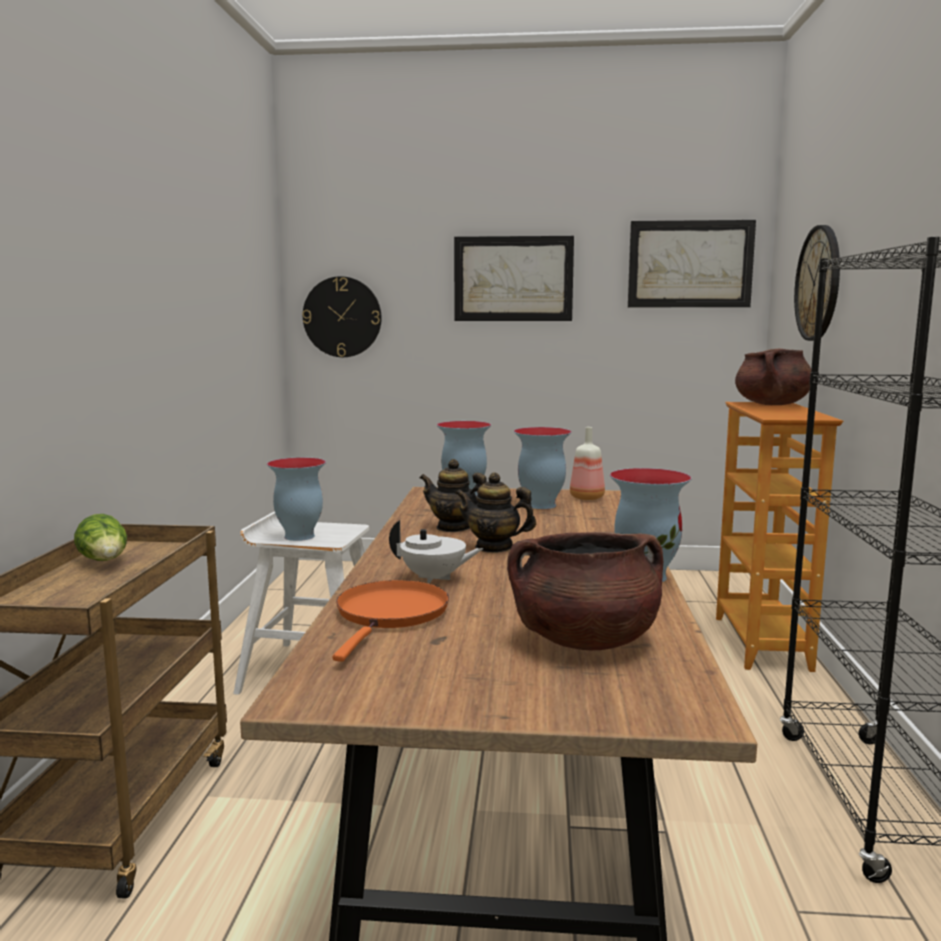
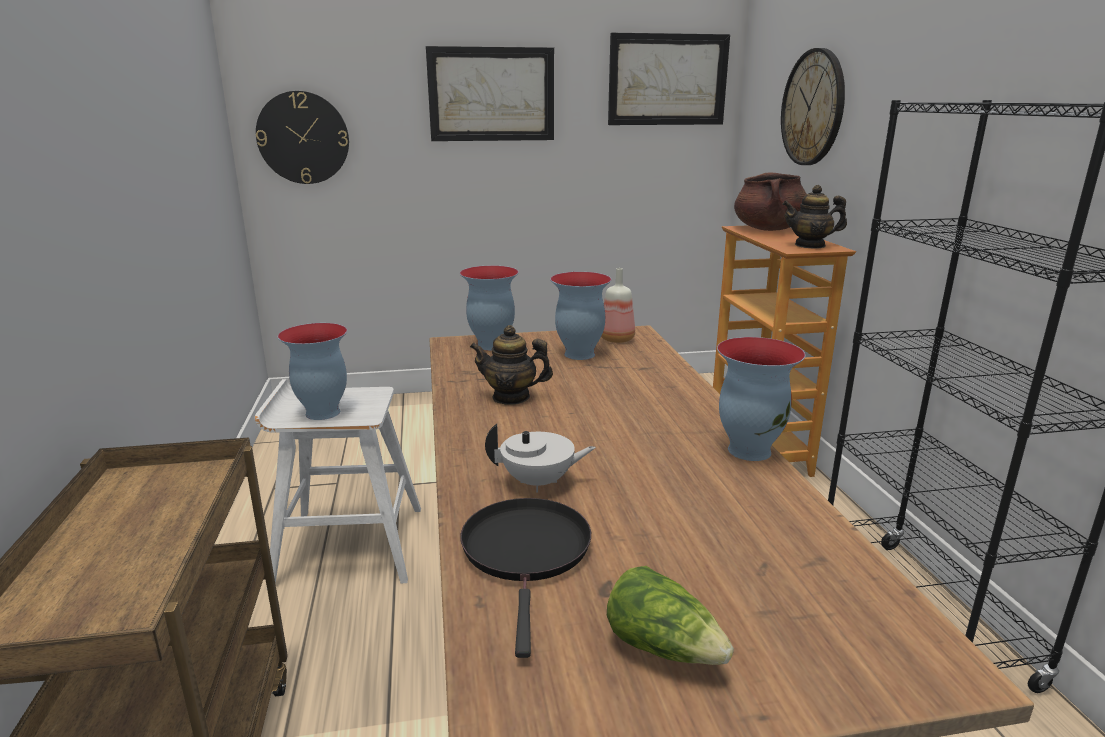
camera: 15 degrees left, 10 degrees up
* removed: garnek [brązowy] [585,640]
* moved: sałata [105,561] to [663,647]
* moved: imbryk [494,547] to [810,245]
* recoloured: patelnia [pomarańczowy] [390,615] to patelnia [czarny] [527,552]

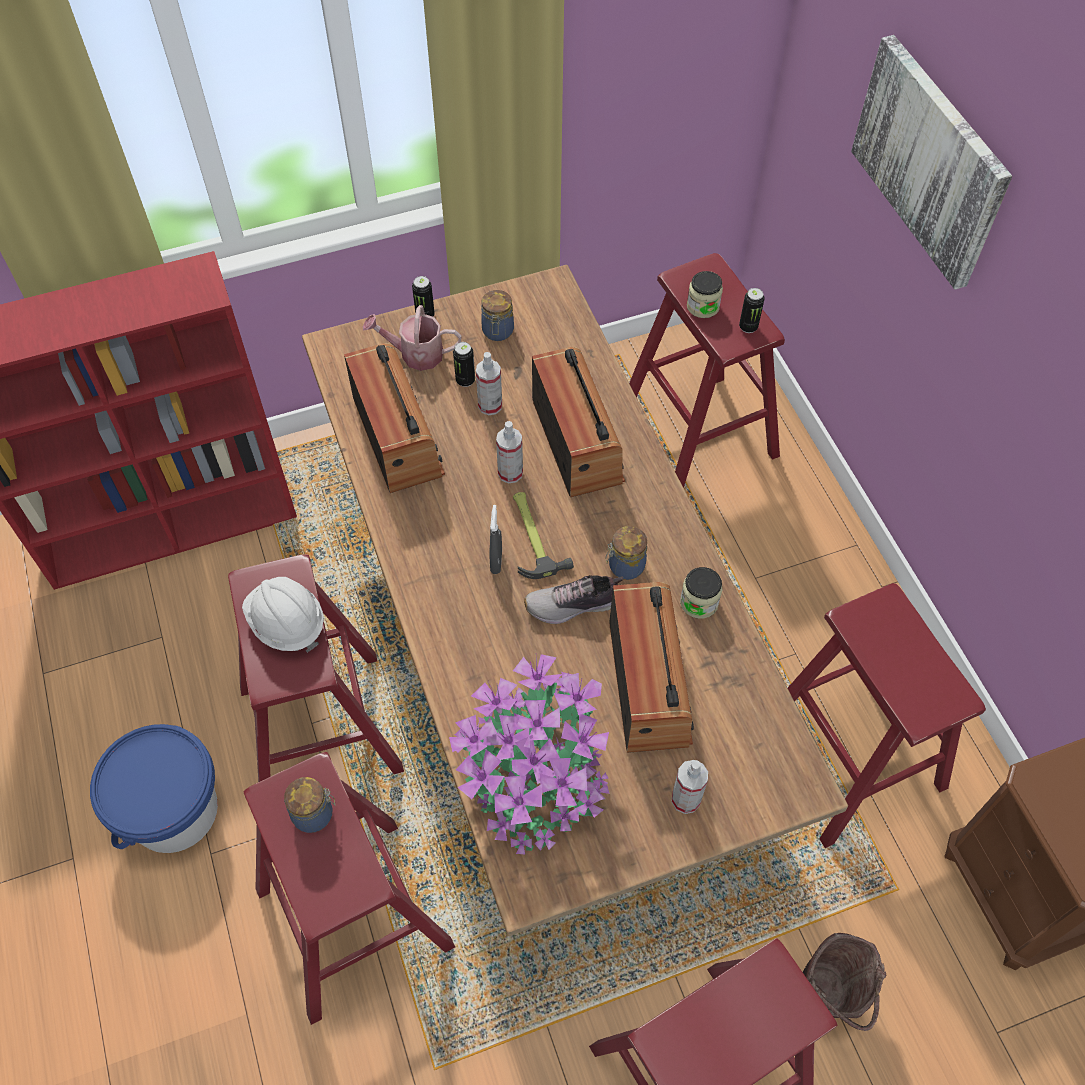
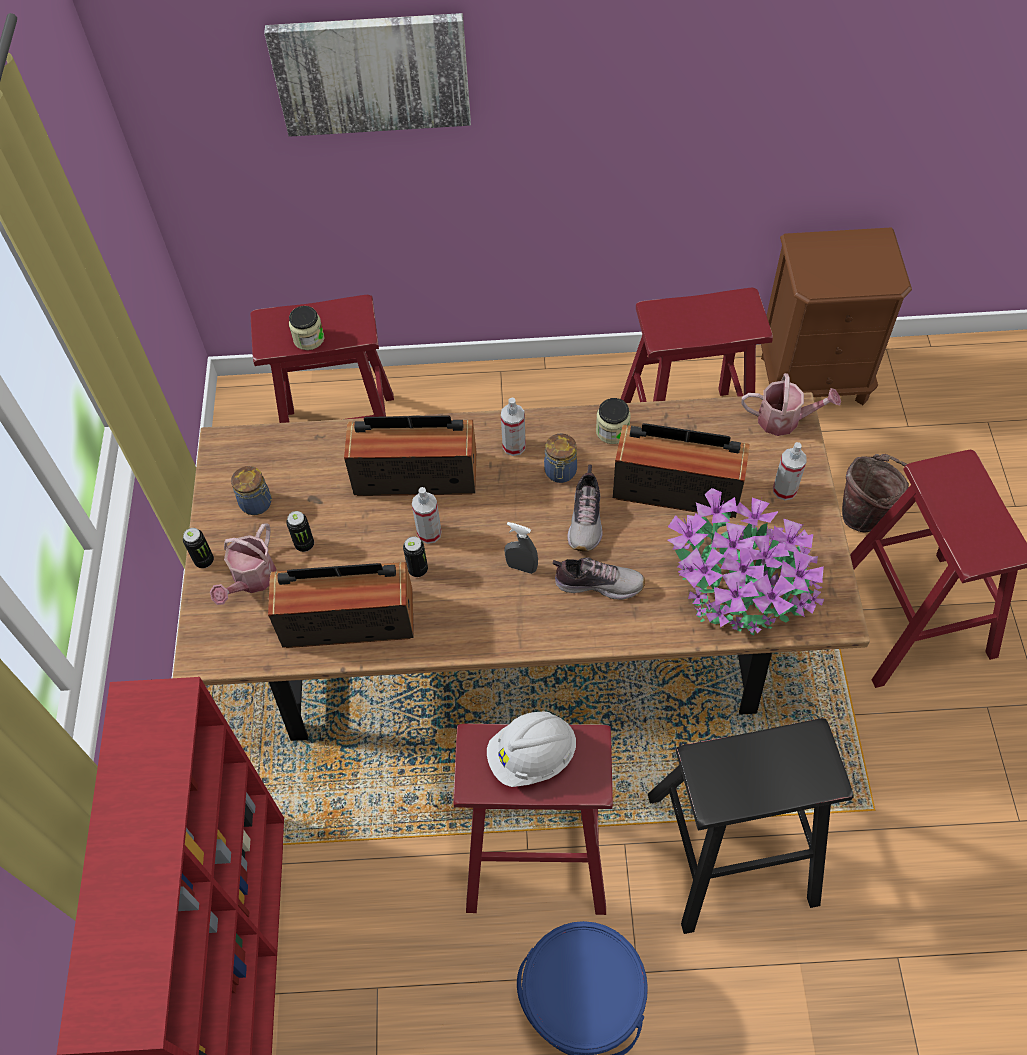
camera: 70 degrees left, 0 degrees up
* removed: słoik [315,814]
* removed: młotek [533,536]
* added: but [598,583]
* added: konewka [784,420]
* moved: spryskiwacz [490,405] to [514,446]
* moved: puszka [748,327] to [418,569]
* recoloured: stołek [czerwony] [354,917] to stołek [czarny] [731,849]

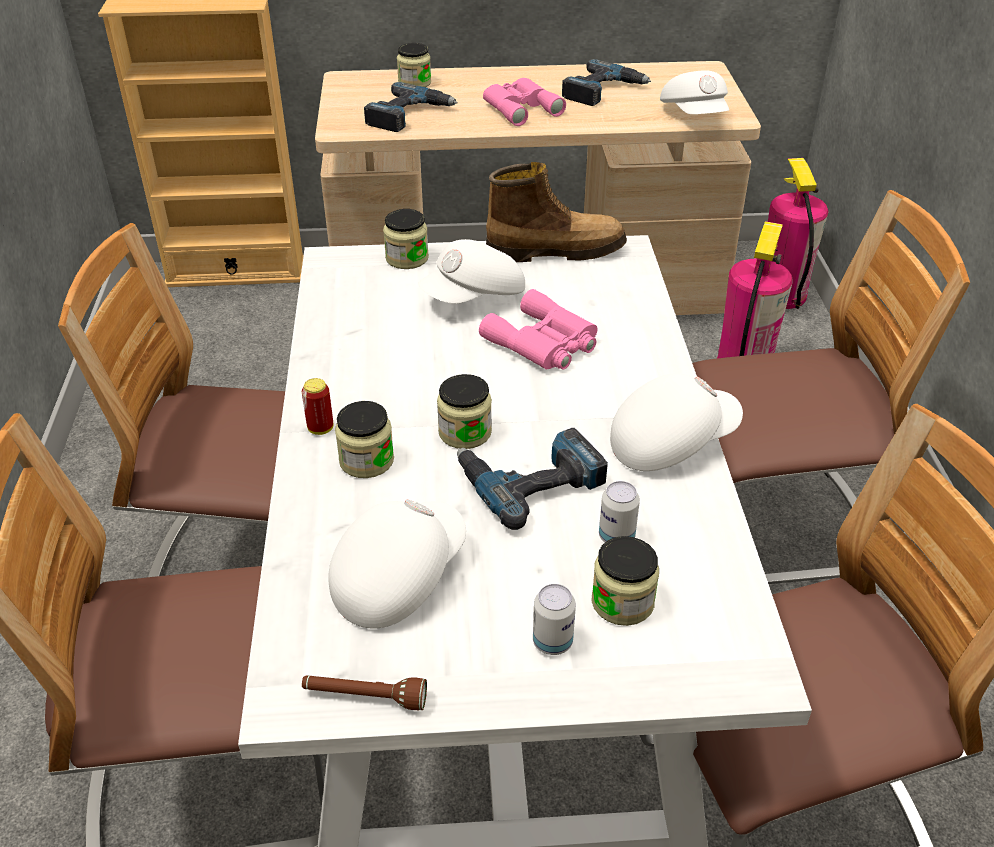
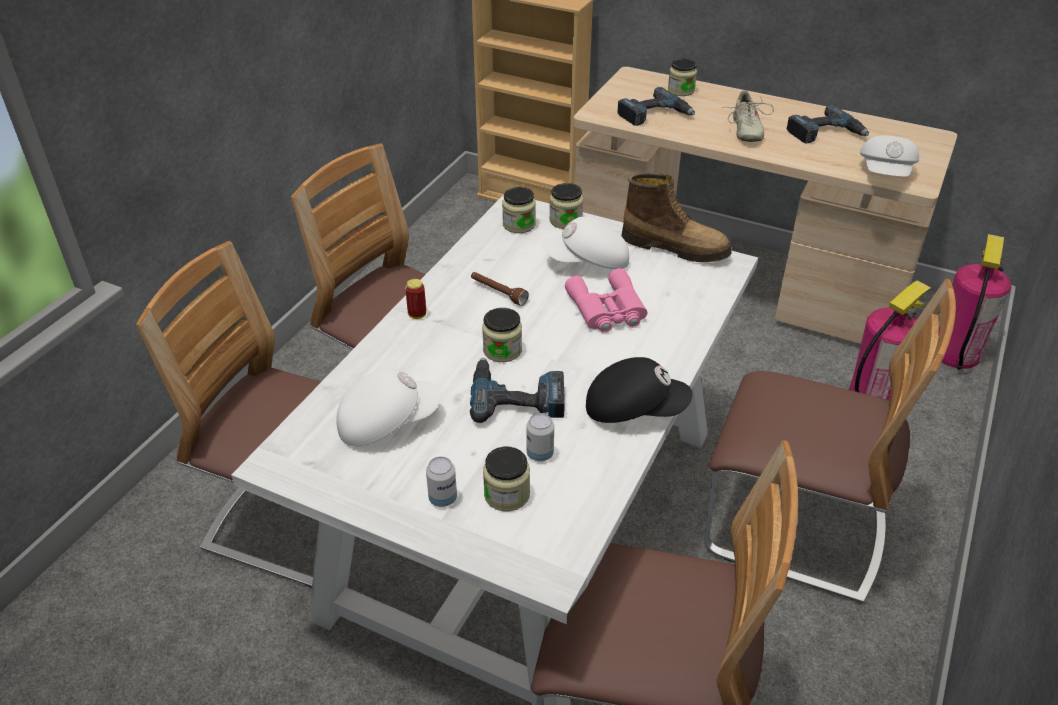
camera: 30 degrees right, 0 degrees up
* moved: latarka [brązowy] [364,697] to [498,293]
* moved: słoik [366,460] to [519,224]
* replaced: lornetka [różowy] [520,107] to but [beżowy] [745,130]
* recoloured: czapka z daszkiem [biały] [670,441] to czapka z daszkiem [czarny] [634,408]

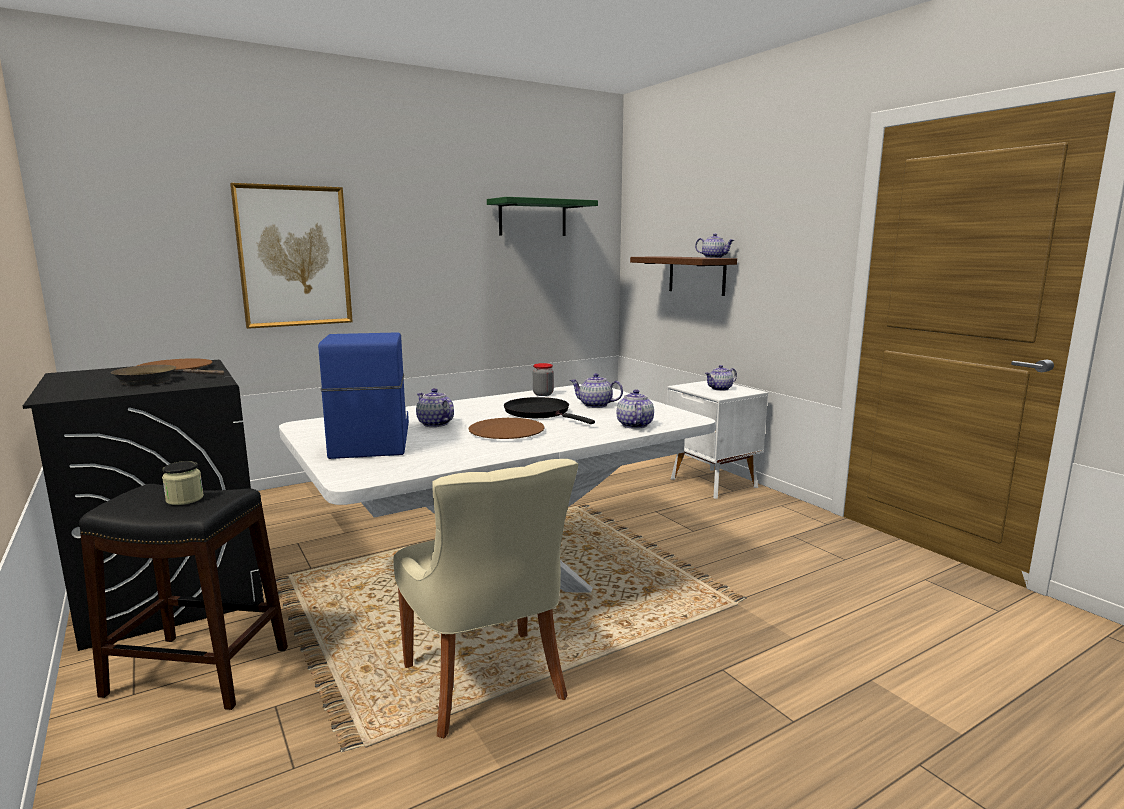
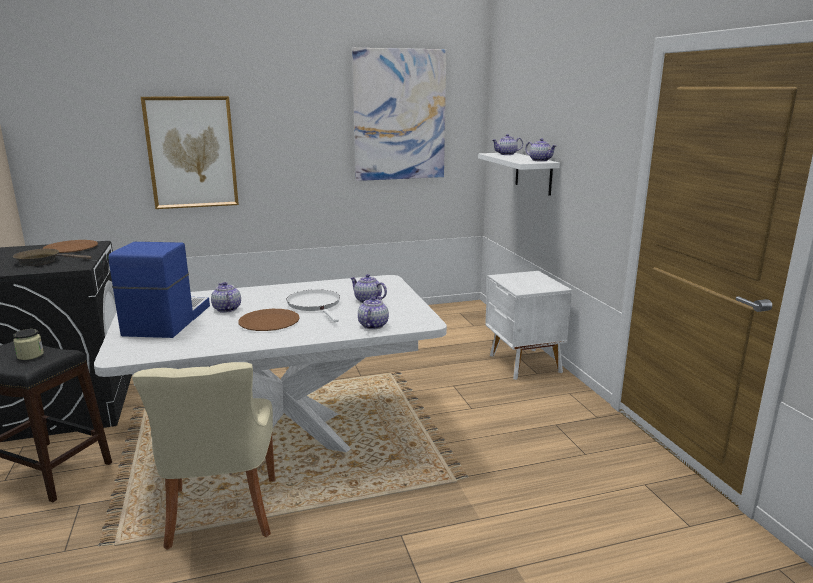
camera: 15 degrees right, 5 degrees up
* removed: słoik [543,394]
* moved: imbryk [720,389] to [506,154]
* replaced: półka [zielony] [532,218] to obraz [399,115]
* recoloured: patelnia [czarny] [540,413] to patelnia [biały] [315,305]
* recoloured: półka [brązowy] [697,275] to półka [biały] [533,173]

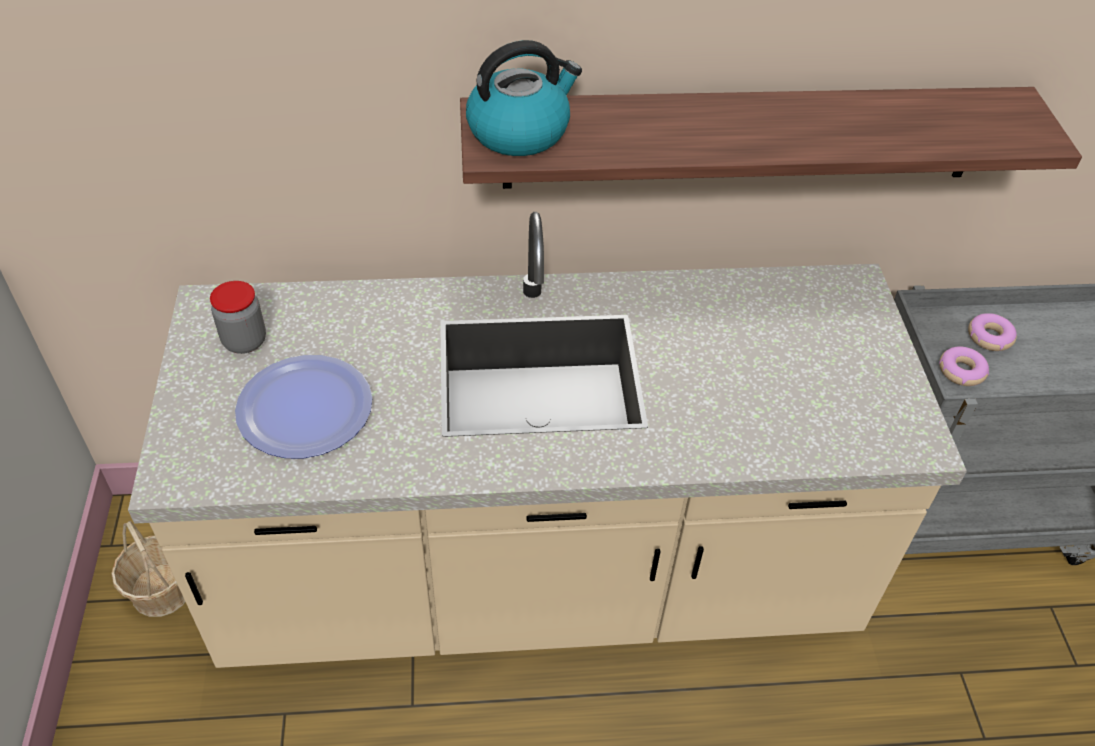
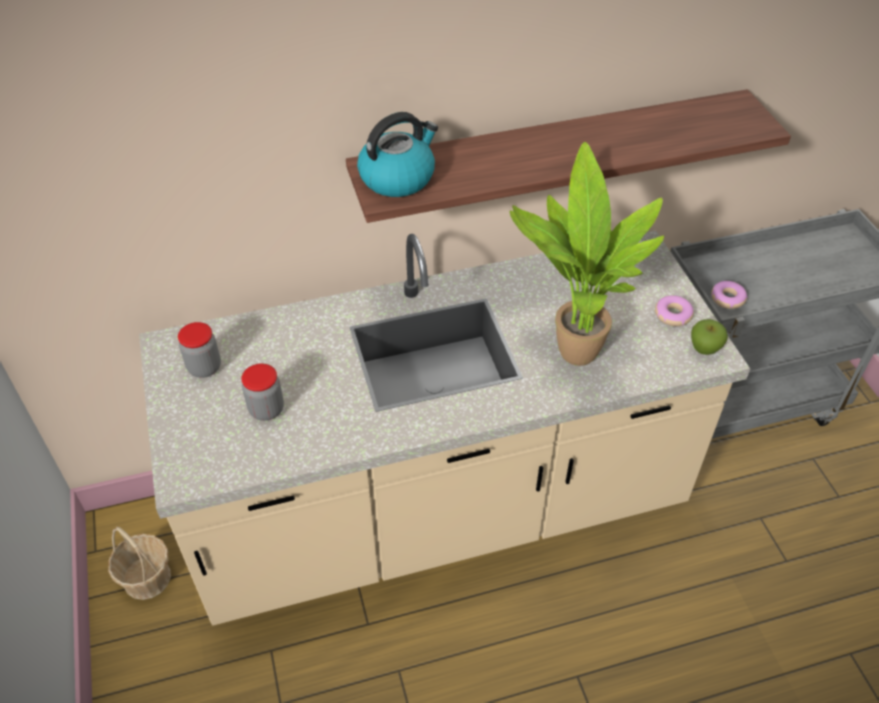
camera: 10 degrees left, 0 degrees up
* added: roślina doniczkowa [570,353]
* added: jabłko [704,349]
* moved: donut [989,337] to [672,315]
* replaced: talerz [304,408] to słoik [266,409]

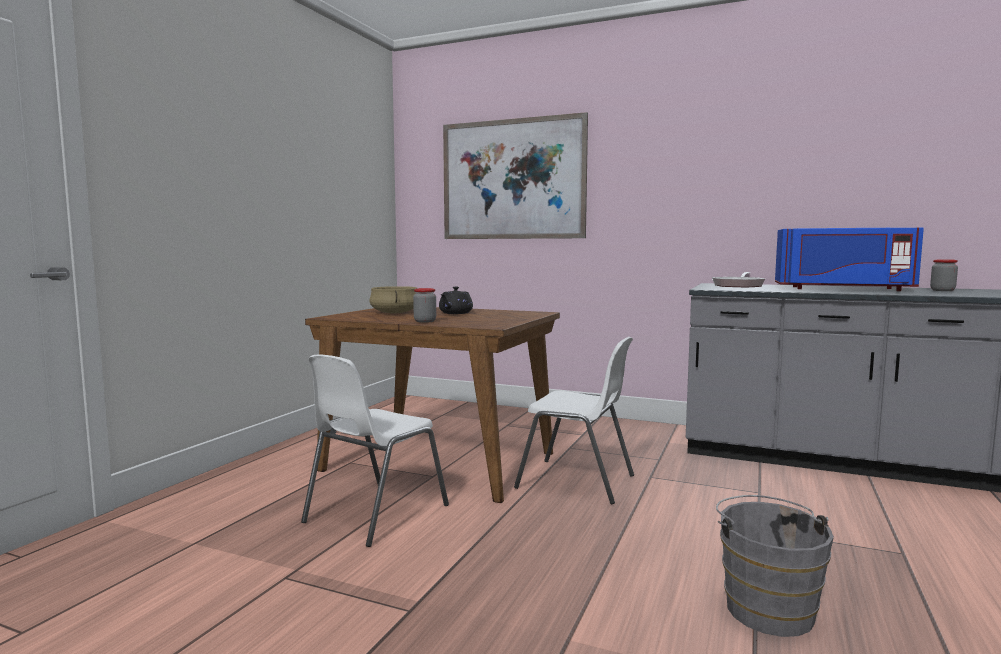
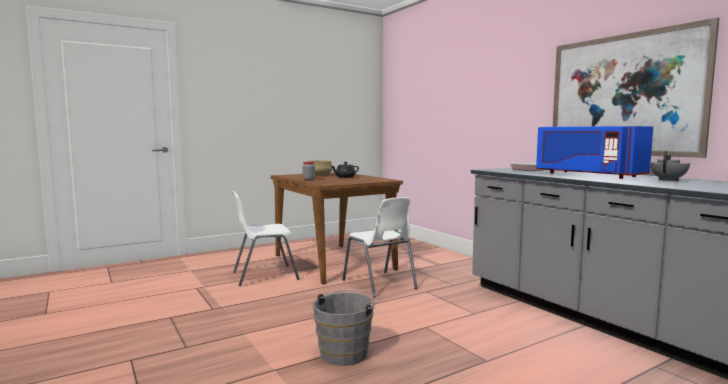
camera: 35 degrees right, 0 degrees up
* moved: obraz [512,179] to [623,95]
* replaced: słoik [942,290] to imbryk [szary] [668,180]

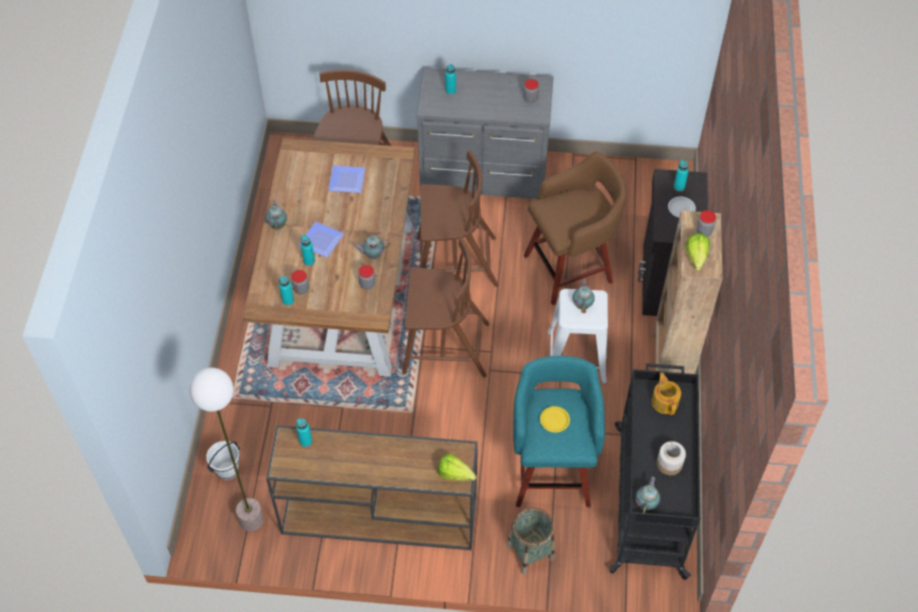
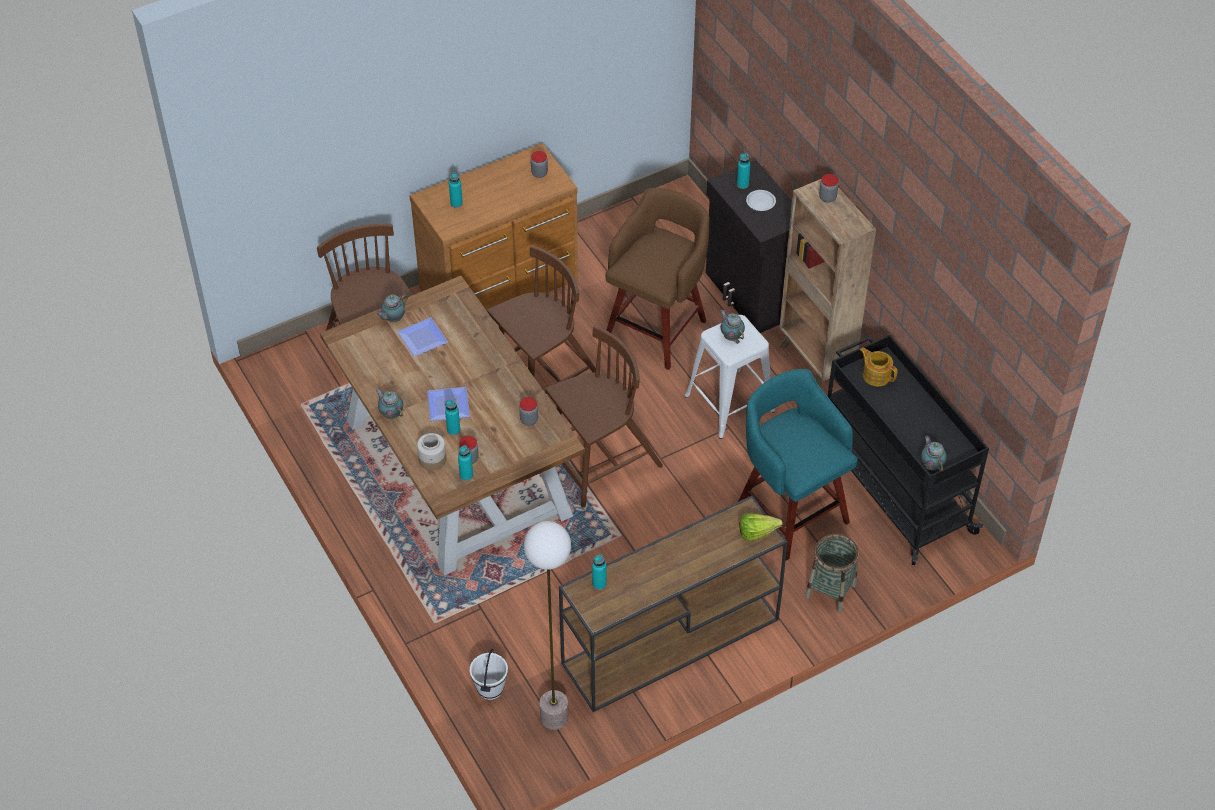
camera: 35 degrees left, 5 degrees down
* removed: talerz [żółty] [554,420]
* removed: sałata [695,260]
* moved: imbryk [372,255] to [393,319]
* moved: słoik [669,464] to [432,460]
* recoloured: komoda [szary] [484,175] to komoda [brązowy] [502,286]

